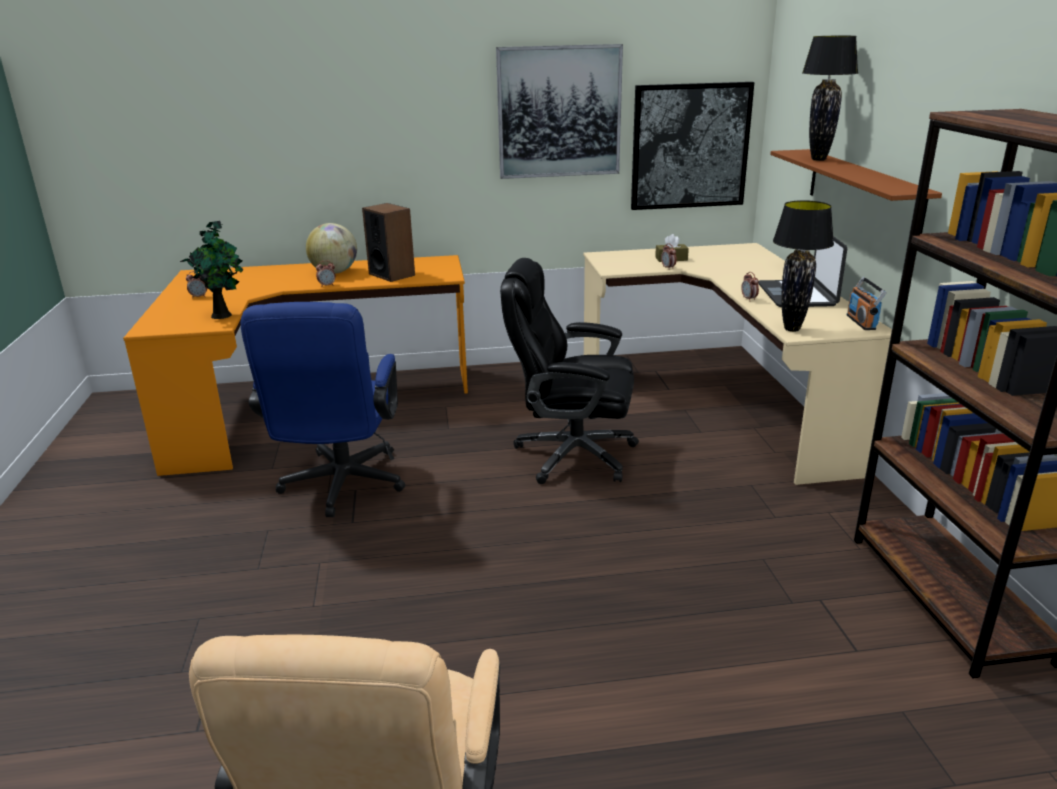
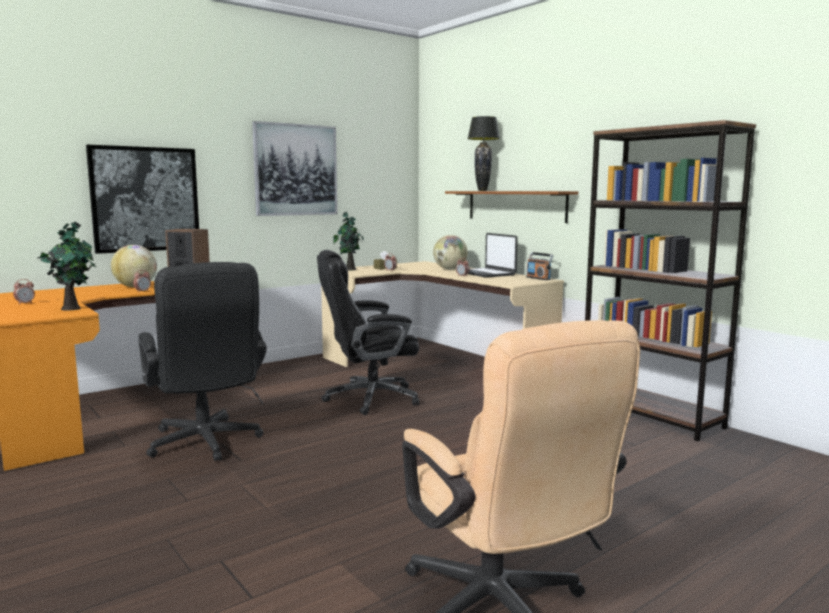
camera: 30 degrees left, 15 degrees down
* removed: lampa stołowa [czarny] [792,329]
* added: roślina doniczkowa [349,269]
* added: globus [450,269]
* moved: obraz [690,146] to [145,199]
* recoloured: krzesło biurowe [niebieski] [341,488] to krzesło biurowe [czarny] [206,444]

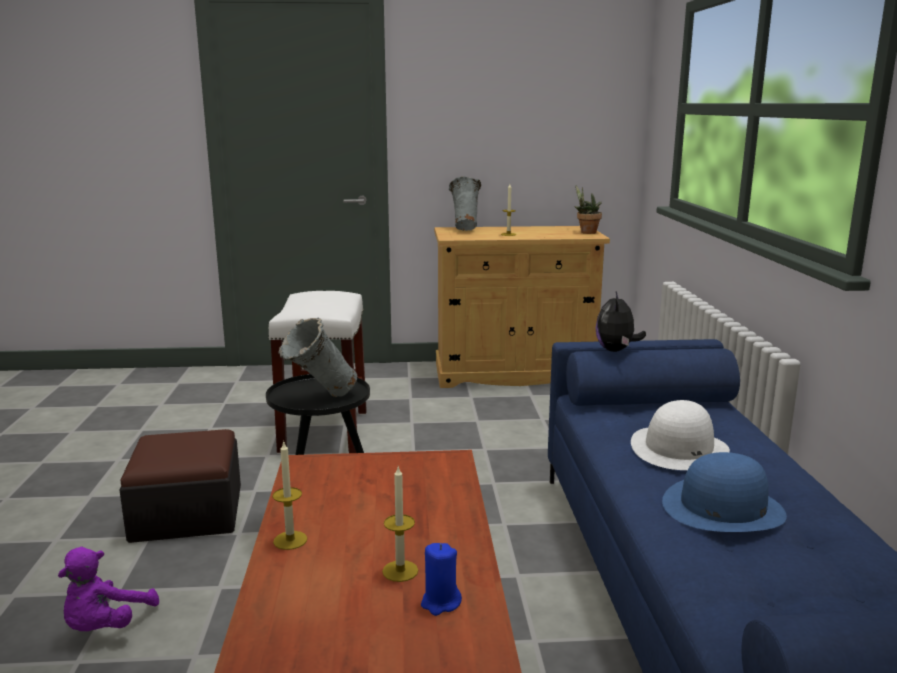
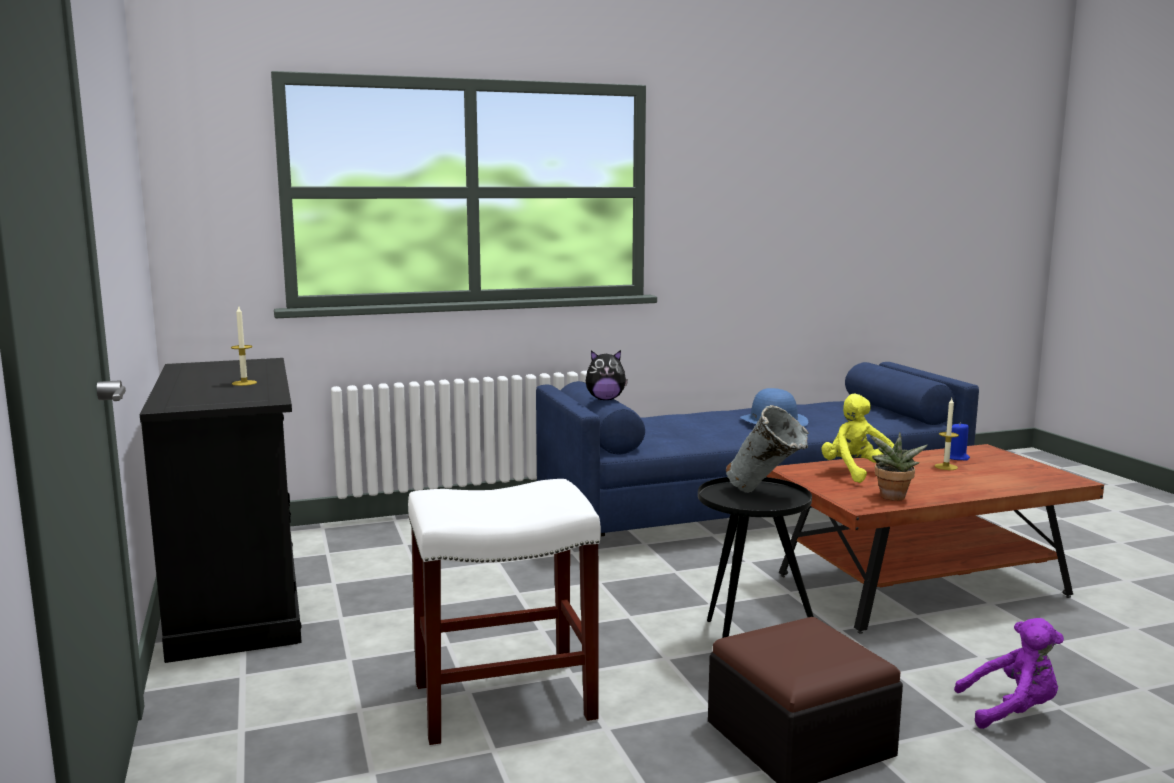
camera: 105 degrees left, 5 degrees down
* removed: świeca [290,540]
* removed: wazon [szary] [465,229]
* removed: kapelusz [biały] [679,448]
* added: pluszak [żółty] [857,473]
* moved: roślina doniczkowa [586,232] to [892,498]
* recoloured: szafka [beżowy] [514,373] to szafka [czarny] [237,599]

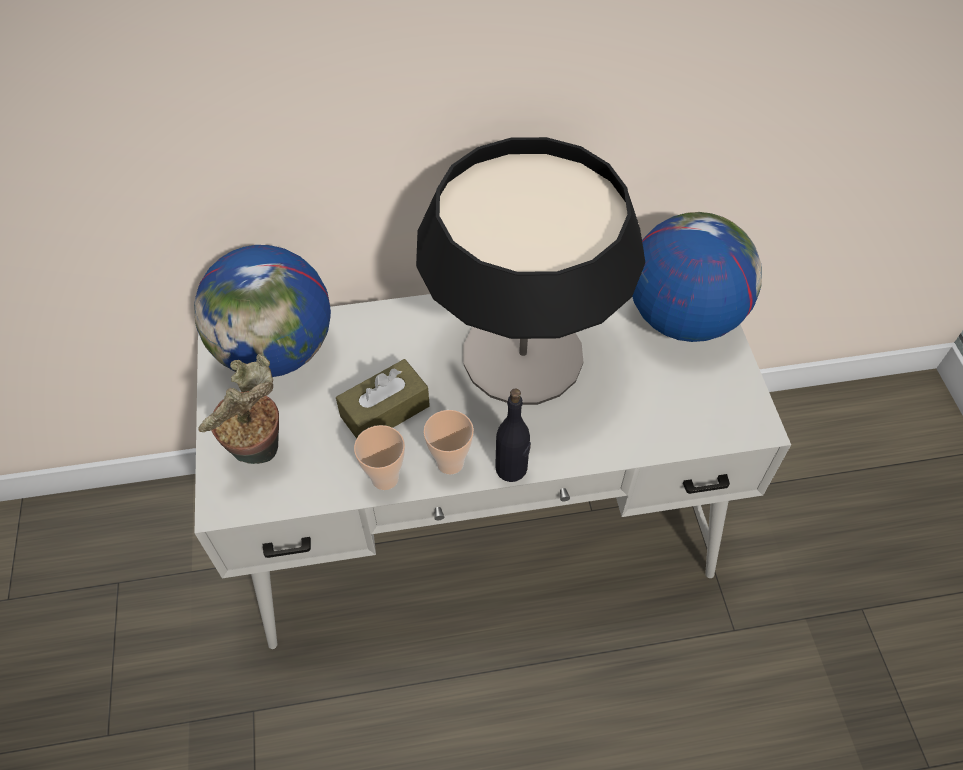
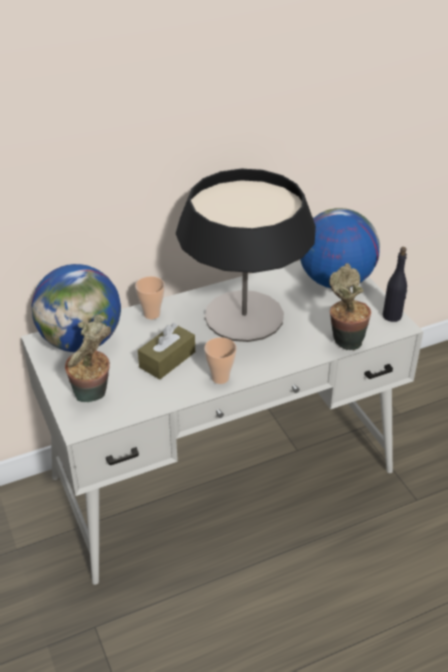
camera: 15 degrees left, 15 degrees down
* added: roślina doniczkowa [344,340]
* moved: filiżanka [385,478] to [152,314]
* moved: butelka [czarny] [511,468] to [392,316]

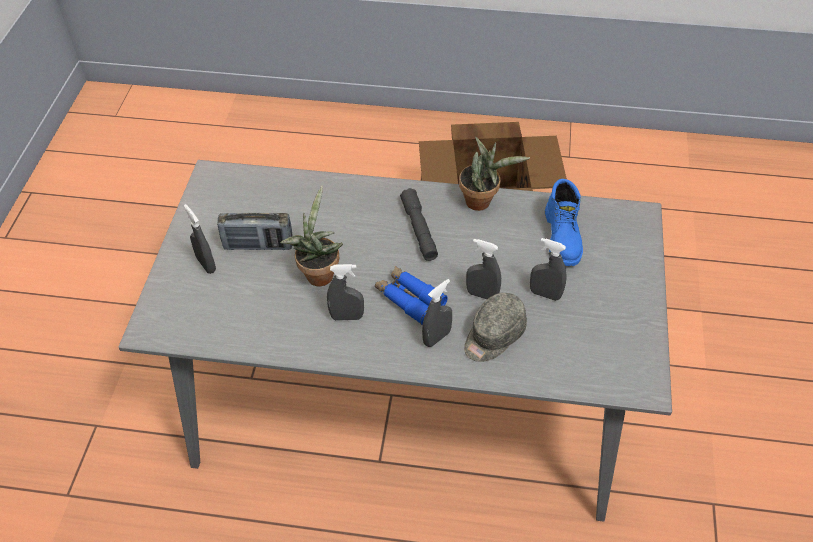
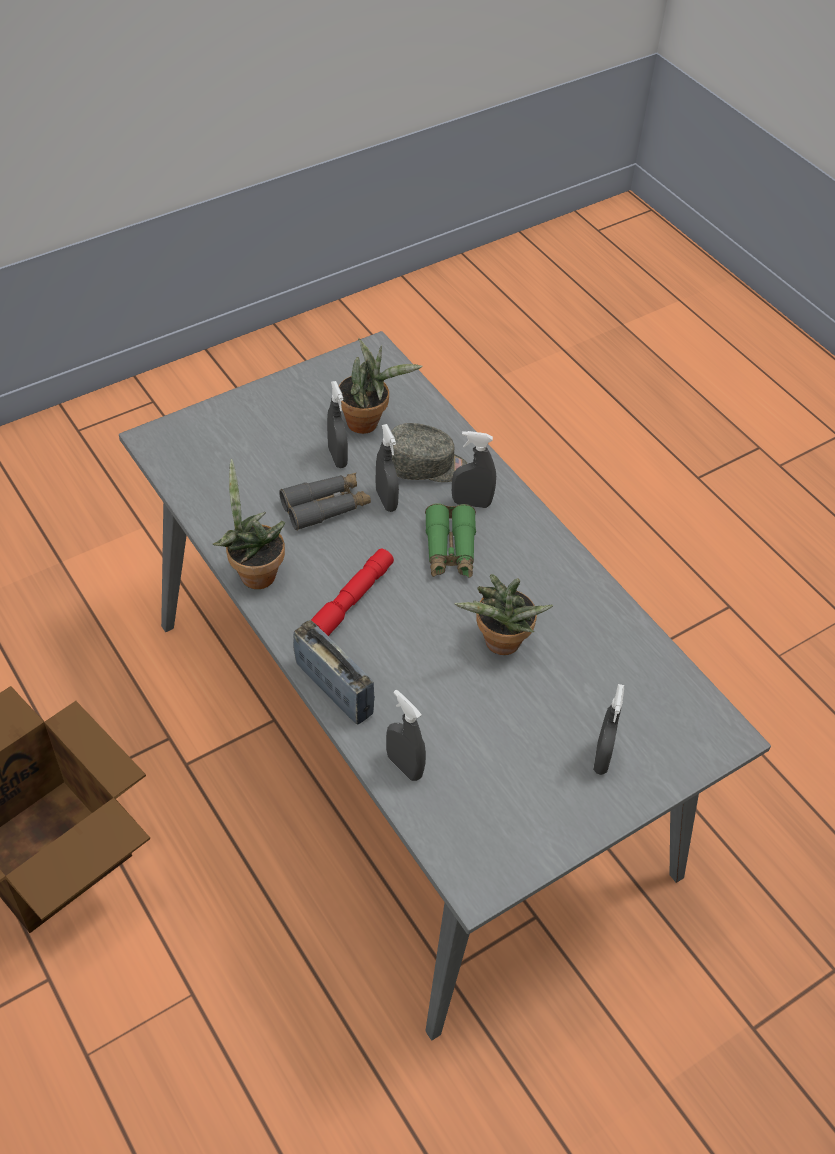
camera: 135 degrees left, 0 degrees up
* removed: but z cholewką [niebieski] [563,237]
* added: lornetka [szary] [326,506]
* added: roślina doniczkowa [367,422]
* moved: radio [258,245] to [334,689]
* moved: spryskiwacz [szary] [347,317] to [404,766]
* recoloured: lornetka [niebieski] [409,299] to lornetka [zielony] [450,550]
* recoloured: latarka [szary] [419,230] to latarka [czerwony] [351,600]

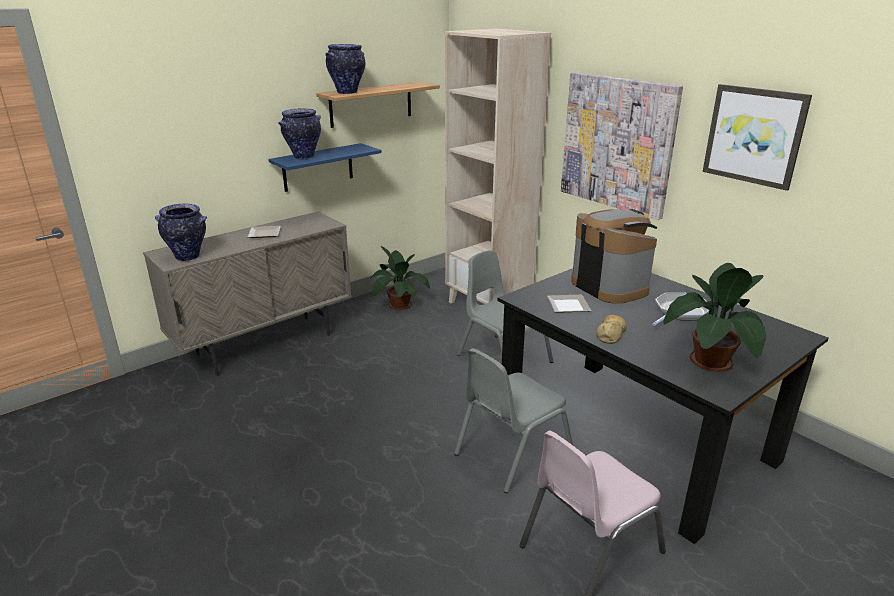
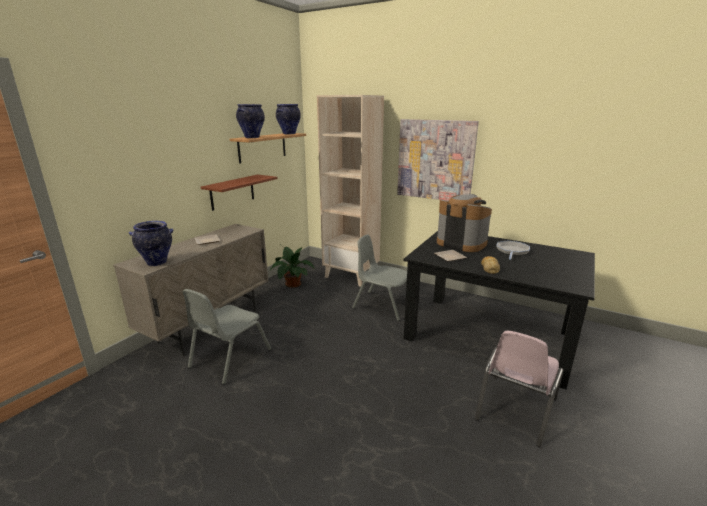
camera: 20 degrees left, 5 degrees down
* removed: roślina doniczkowa [709,362]
* removed: obraz [754,135]
* moved: wazon [303,157] to [289,134]
* moved: krzesło [szary] [512,452] to [229,358]
* recoloured: półka [niebieski] [318,167] to półka [brązowy] [232,192]

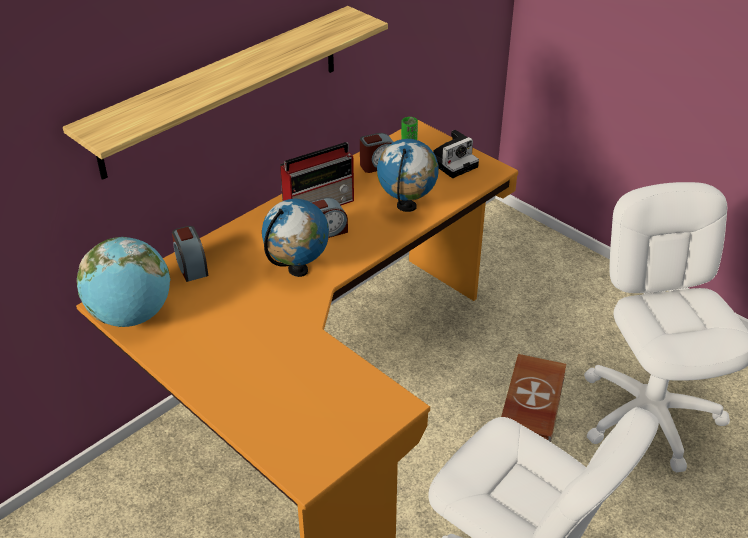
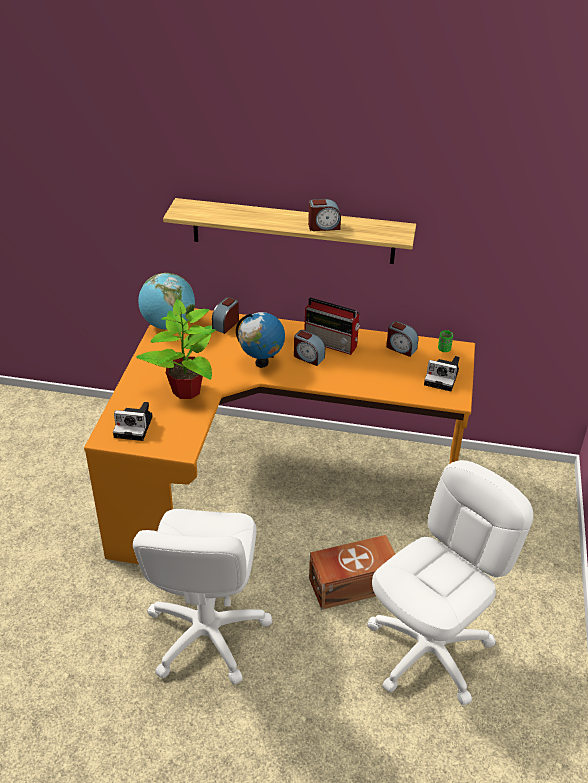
camera: 55 degrees right, 0 degrees up
* removed: globus [407,206]
* added: aparat fotograficzny [135,426]
* added: roślina doniczkowa [186,391]
* added: budzik [324,226]

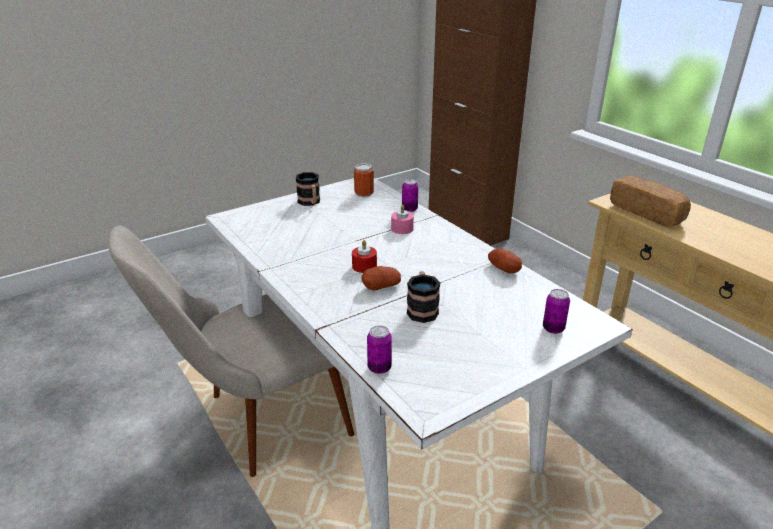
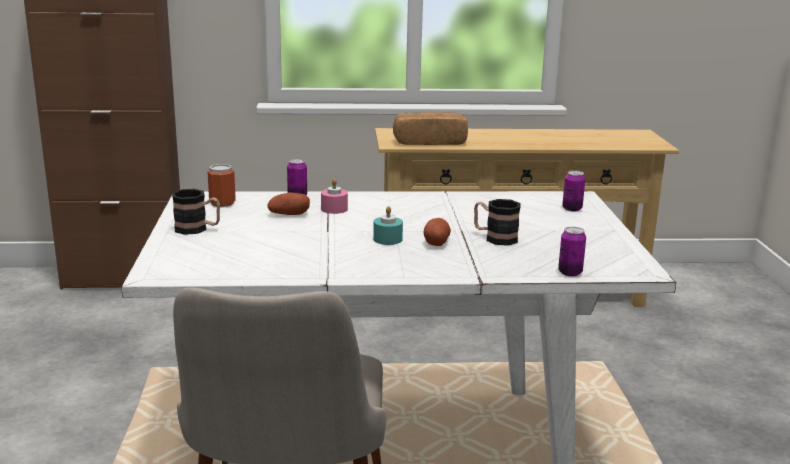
camera: 60 degrees left, 10 degrees down
* moved: ziemniak [503,269] to [288,214]
* recoloured: świeca [czerwony] [364,266] to świeca [turkusowy] [387,239]

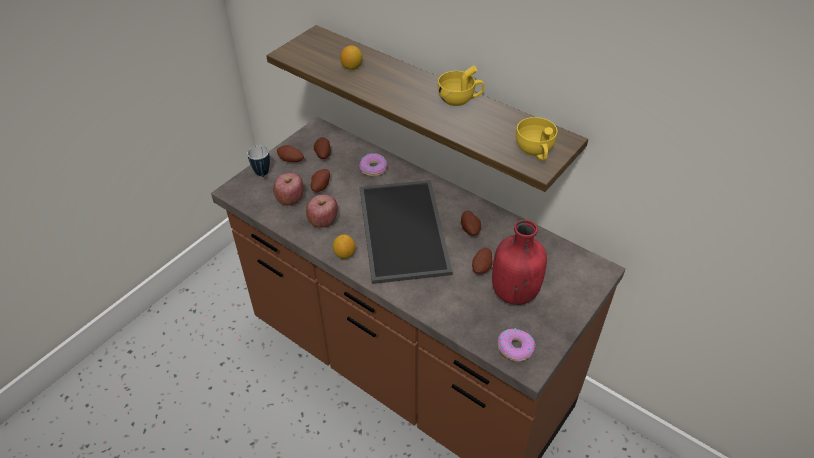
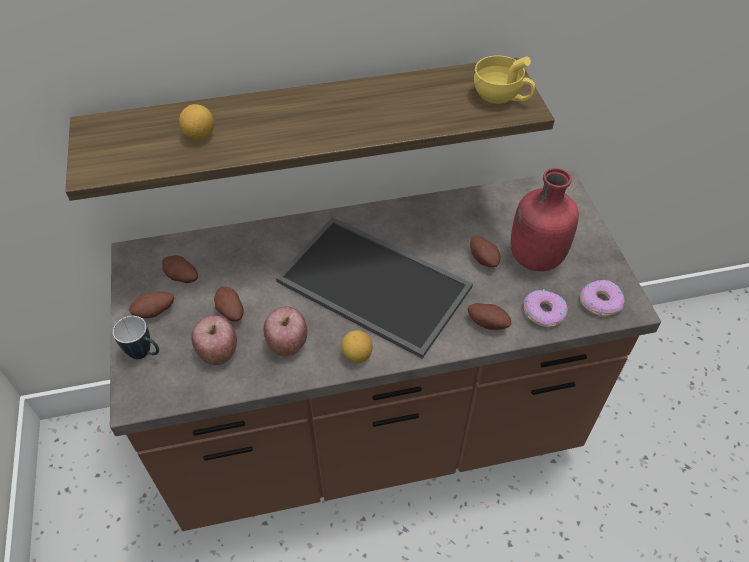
camera: 50 degrees left, 5 degrees up
* removed: filiżanka [żółty] [460,100]
* moved: donut [373,168] to [544,312]
* moved: ziemniak [470,229] to [488,322]

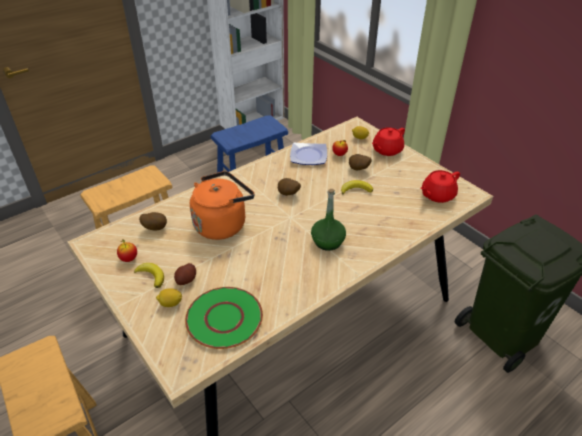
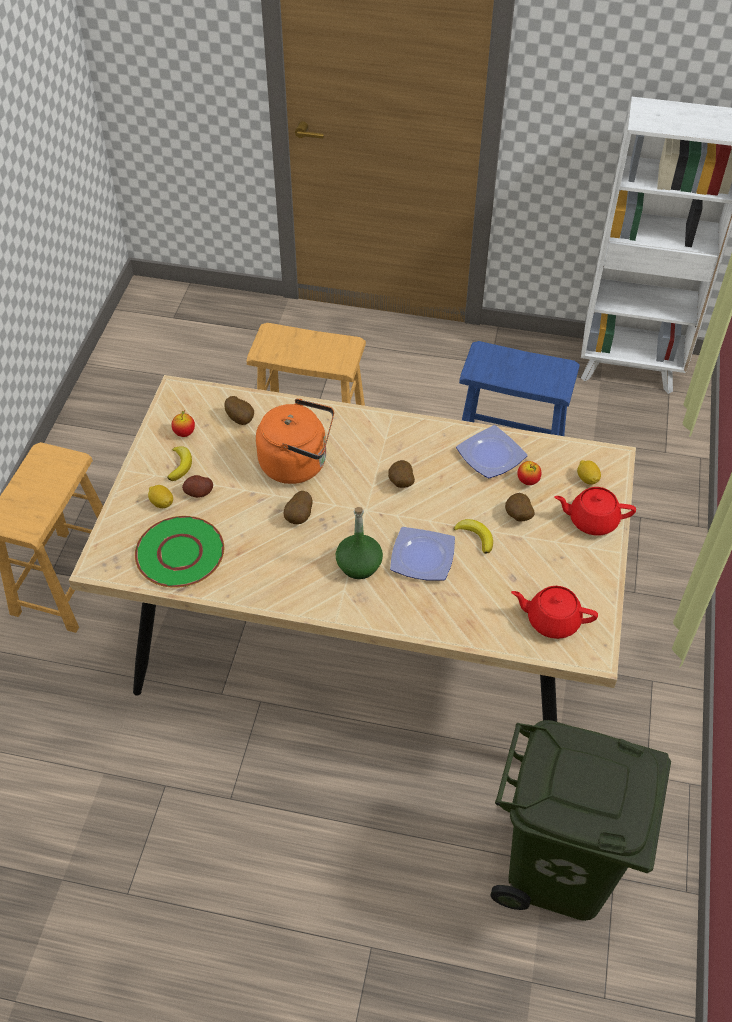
camera: 50 degrees right, 10 degrees up
* added: ziemniak [299,517]
* added: talerz [423,558]

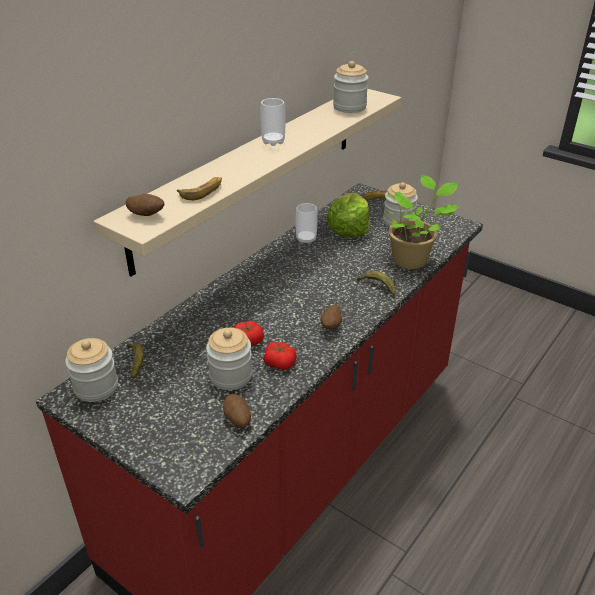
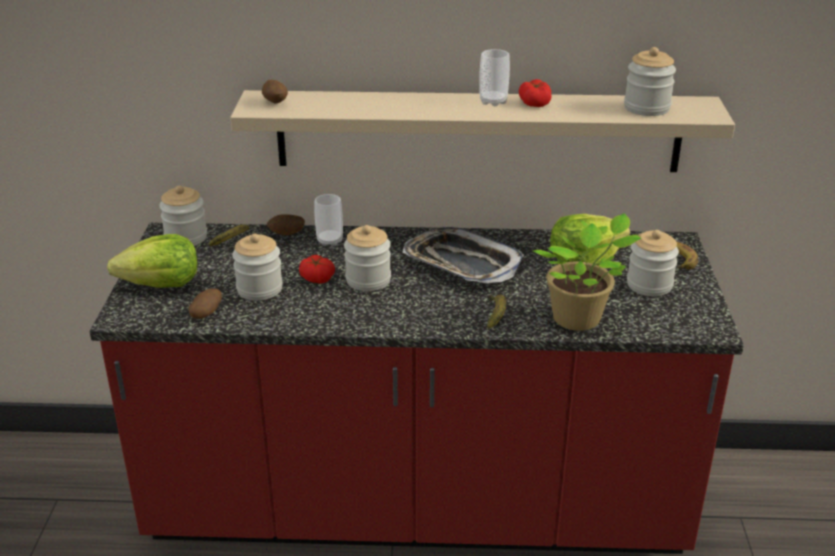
camera: 55 degrees right, 5 degrees down
* removed: banan [202,191]
* added: sałata [161,284]
* added: słoik [368,280]
* added: taca [461,263]
* moved: pomidor [280,362] to [534,103]
* moved: filiżanka [306,239] to [329,241]
* moved: ziemniak [331,326] to [286,234]

